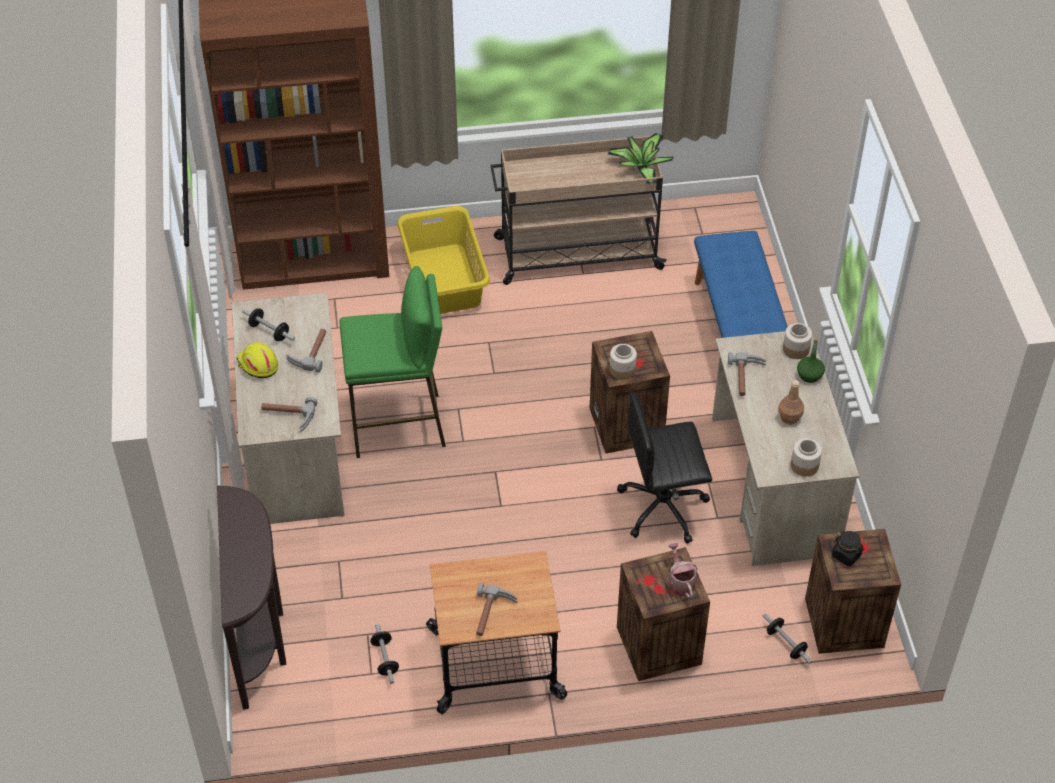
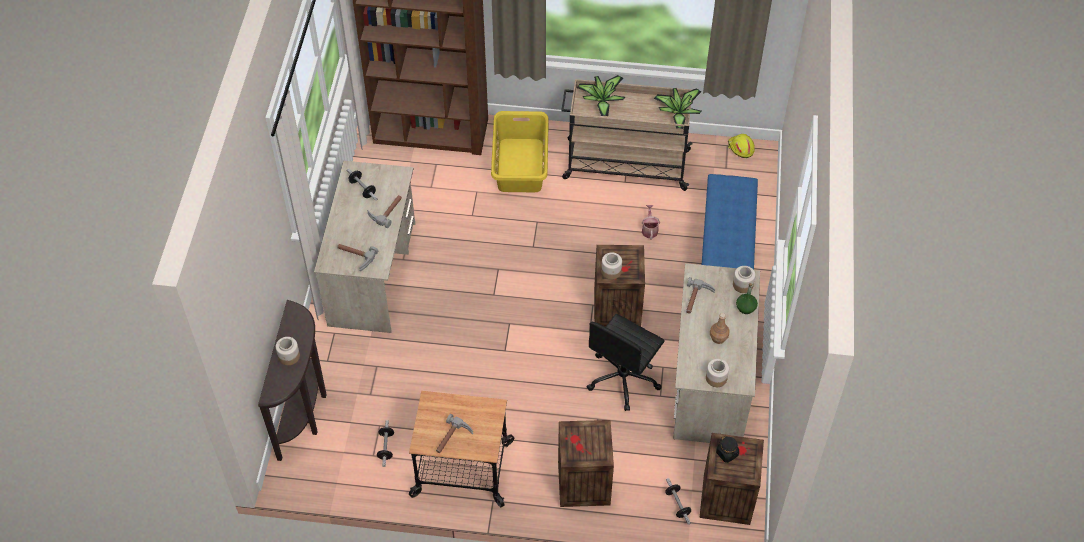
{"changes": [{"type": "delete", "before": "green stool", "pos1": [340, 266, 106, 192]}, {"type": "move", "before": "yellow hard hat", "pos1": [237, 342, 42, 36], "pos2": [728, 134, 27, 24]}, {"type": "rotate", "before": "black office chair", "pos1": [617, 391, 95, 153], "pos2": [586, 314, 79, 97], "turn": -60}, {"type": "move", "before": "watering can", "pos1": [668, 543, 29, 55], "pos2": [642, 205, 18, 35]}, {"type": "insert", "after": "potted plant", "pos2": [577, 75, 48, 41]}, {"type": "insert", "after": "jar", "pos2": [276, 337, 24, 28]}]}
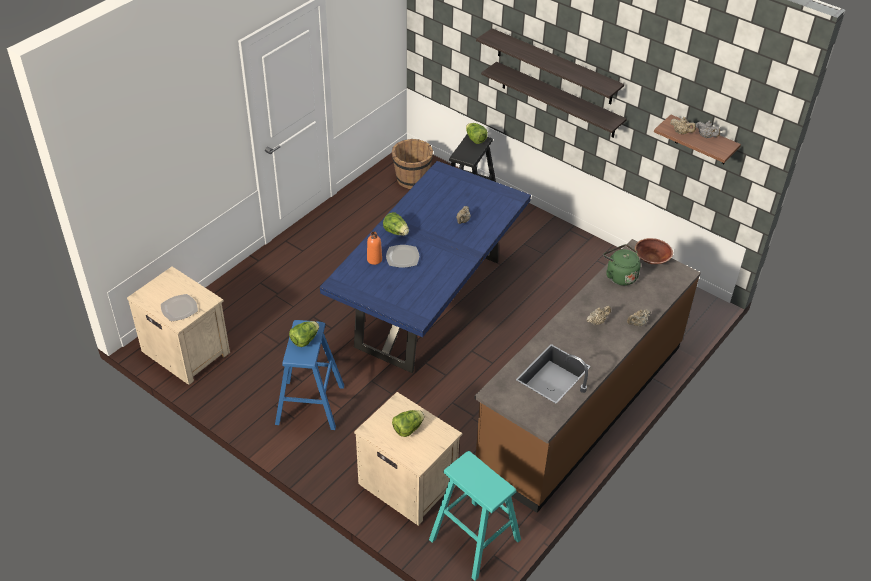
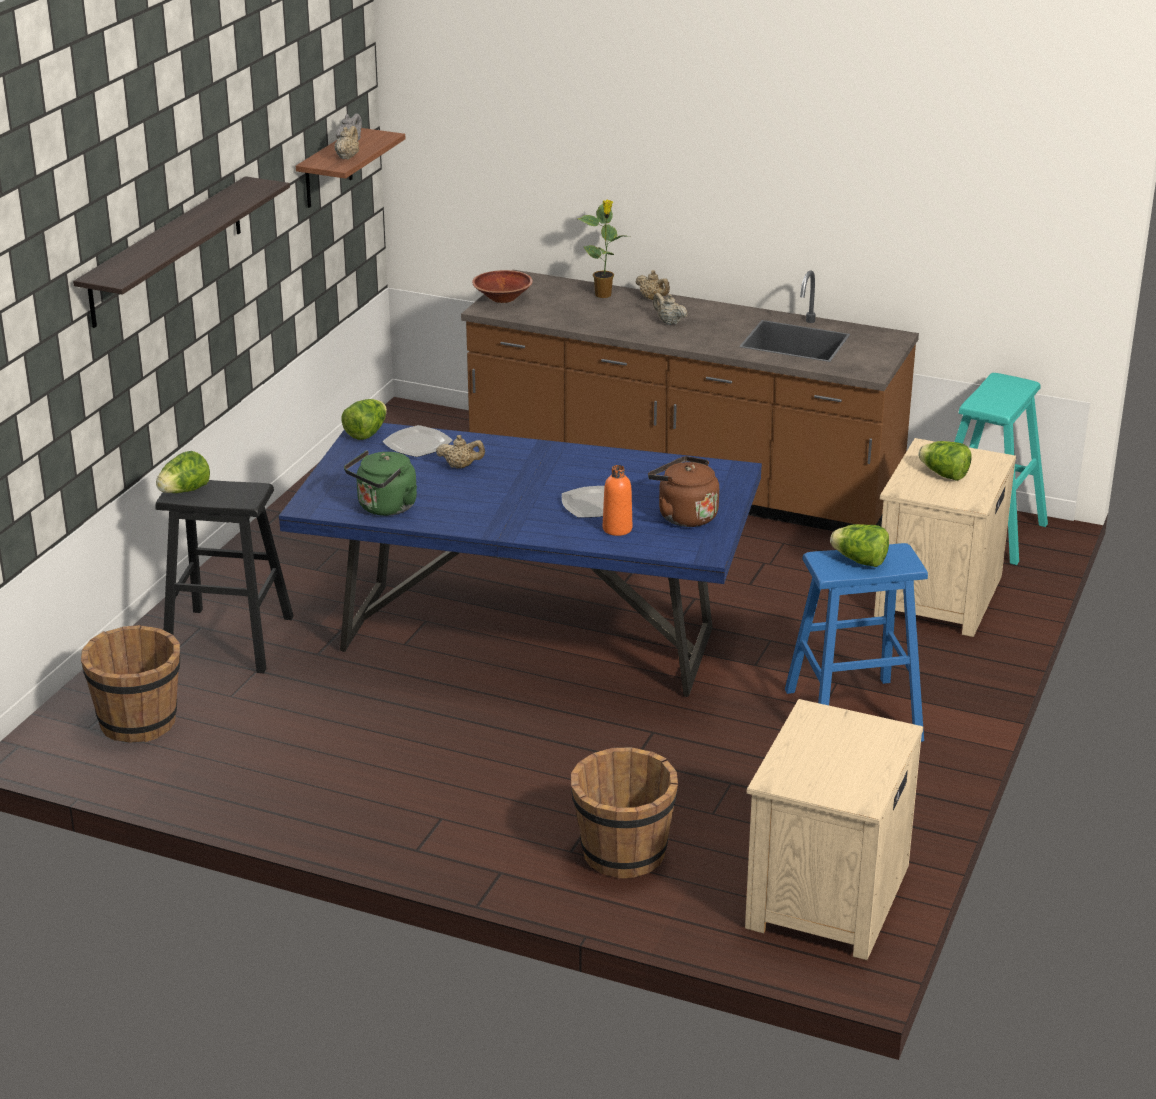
{"changes": [{"type": "delete", "before": "shelf", "pos1": [481, 62, 146, 76]}, {"type": "move", "before": "lettuce", "pos1": [383, 212, 26, 24], "pos2": [341, 399, 46, 41]}, {"type": "move", "before": "green kettle", "pos1": [603, 244, 38, 42], "pos2": [344, 450, 73, 66]}, {"type": "move", "before": "plate", "pos1": [161, 294, 37, 27], "pos2": [382, 425, 71, 32]}, {"type": "insert", "after": "potted plant", "pos2": [578, 200, 51, 98]}, {"type": "insert", "after": "brown kettle", "pos2": [648, 456, 71, 71]}, {"type": "insert", "after": "brown bucket", "pos2": [571, 747, 107, 131]}]}
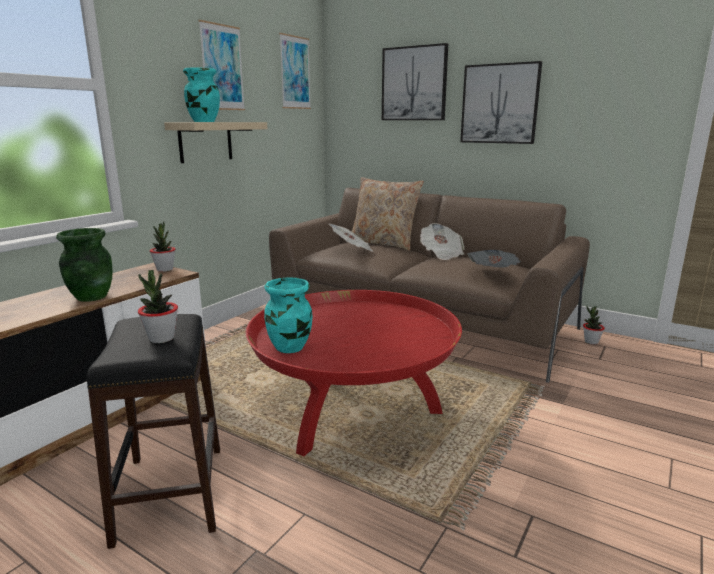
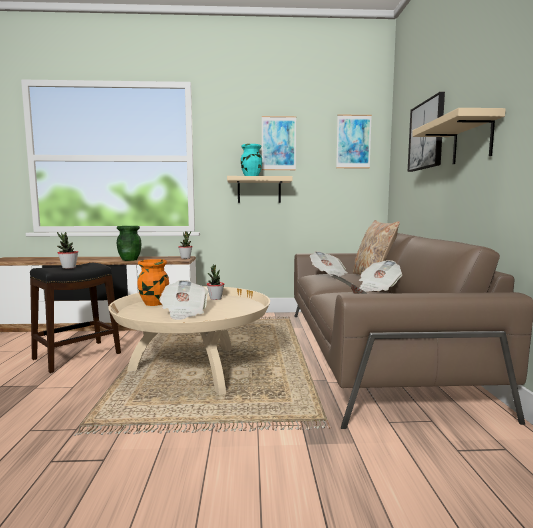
{"changes": [{"type": "replace", "before": "picture", "after": "beige shelf", "pos1": [460, 61, 82, 83], "pos2": [412, 108, 94, 56]}, {"type": "recolor", "before": "turquoise vase", "after": "orange vase", "pos1": [264, 277, 49, 76], "pos2": [138, 259, 31, 47]}, {"type": "recolor", "before": "red coffee table", "after": "beige coffee table", "pos1": [246, 290, 216, 166], "pos2": [108, 286, 162, 109]}, {"type": "move", "before": "potted plant", "pos1": [583, 306, 22, 39], "pos2": [207, 264, 17, 36]}, {"type": "insert", "after": "newspaper", "pos2": [159, 280, 49, 40]}]}
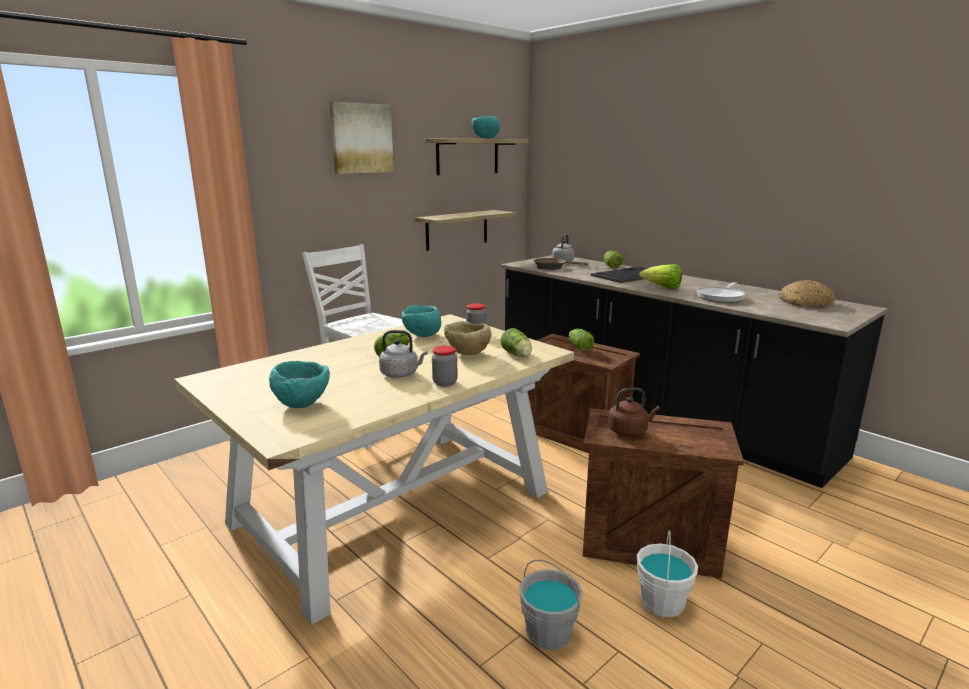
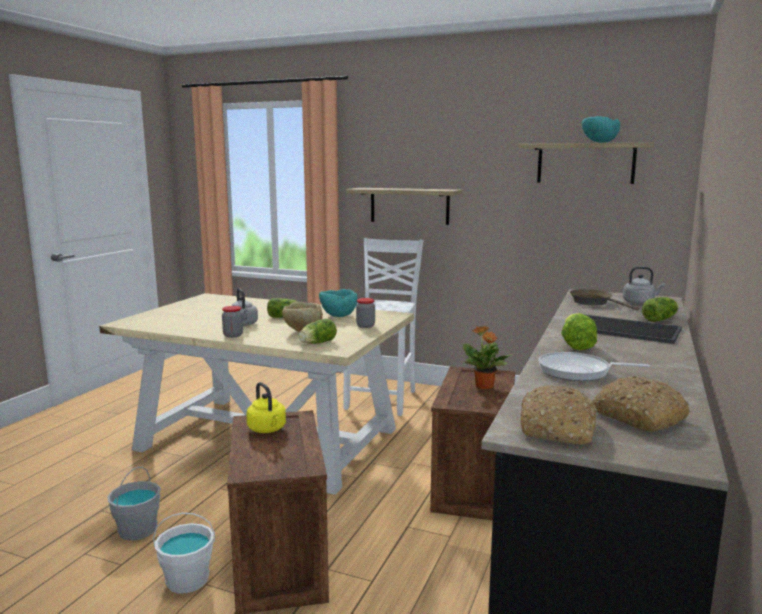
{"changes": [{"type": "delete", "before": "picture", "pos1": [330, 102, 64, 72]}, {"type": "move", "before": "shelf", "pos1": [415, 210, 102, 41], "pos2": [346, 188, 117, 37]}, {"type": "replace", "before": "lettuce", "after": "potted plant", "pos1": [569, 329, 25, 22], "pos2": [463, 326, 50, 63]}, {"type": "delete", "before": "turquoise bowl", "pos1": [269, 361, 61, 47]}, {"type": "recolor", "before": "brown kettle", "after": "yellow kettle", "pos1": [608, 388, 52, 49], "pos2": [246, 382, 40, 51]}, {"type": "insert", "after": "bread", "pos2": [520, 385, 77, 60]}]}
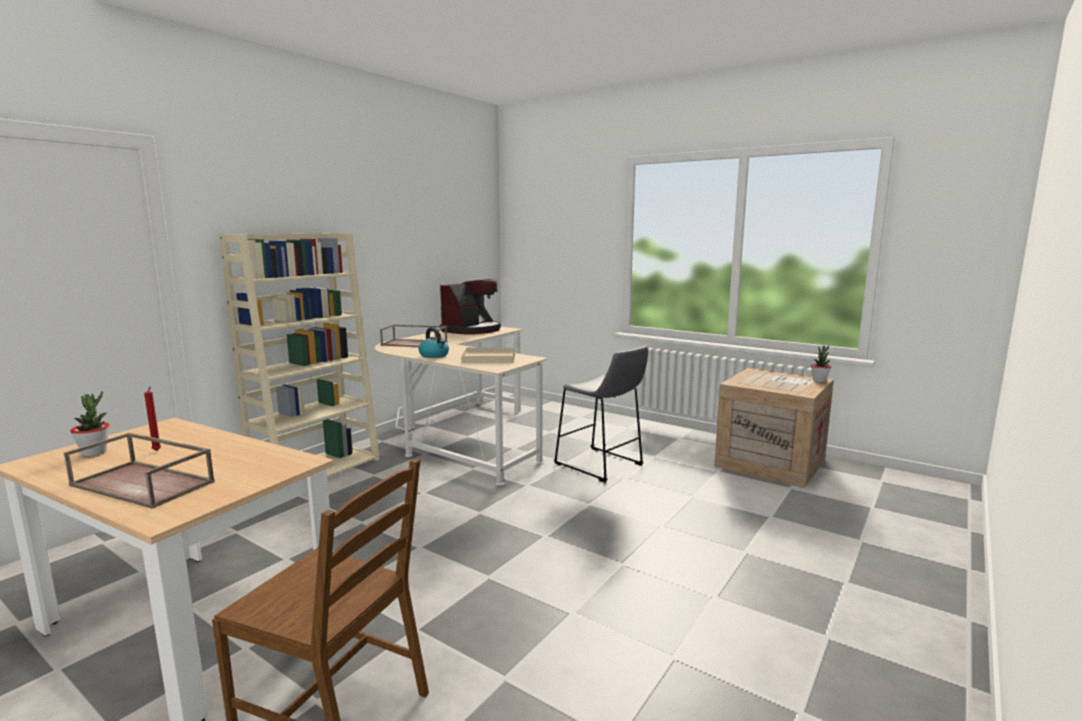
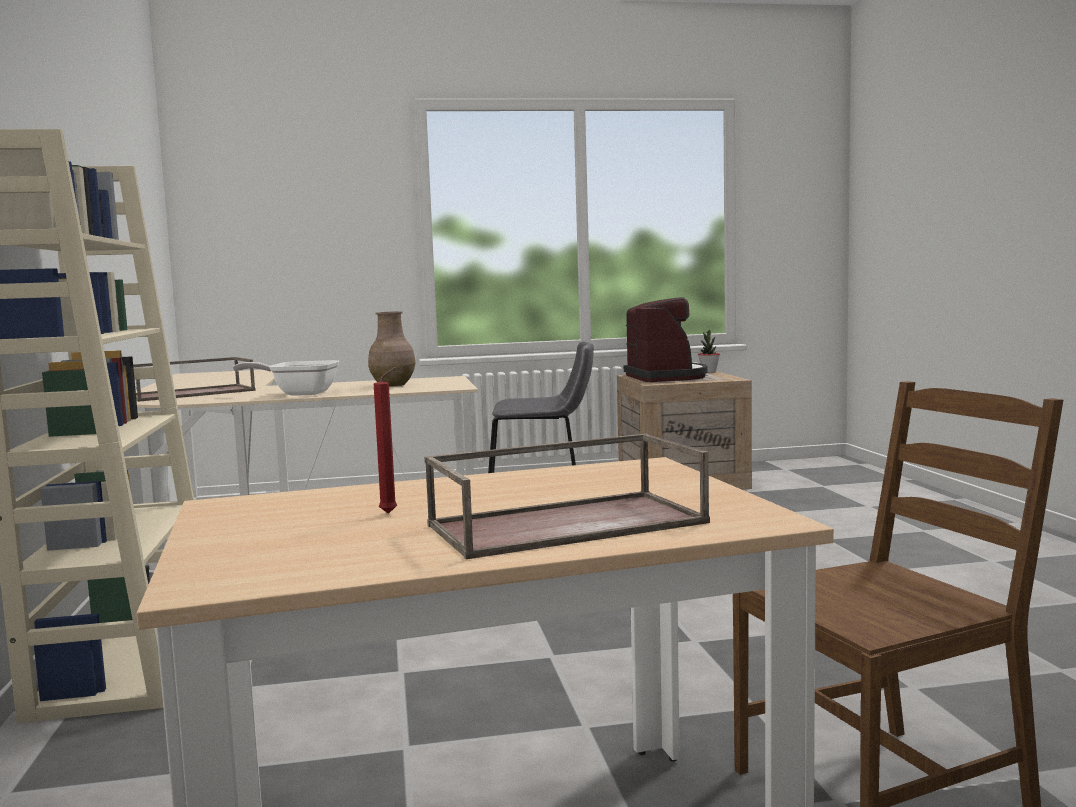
{"changes": [{"type": "move", "before": "coffee machine", "pos1": [440, 279, 61, 56], "pos2": [624, 297, 84, 85]}, {"type": "replace", "before": "kettle", "after": "frying pan", "pos1": [419, 327, 30, 31], "pos2": [233, 360, 106, 36]}, {"type": "replace", "before": "beige tray", "after": "brown vase", "pos1": [461, 348, 54, 15], "pos2": [368, 311, 47, 76]}, {"type": "delete", "before": "potted plant", "pos1": [70, 392, 40, 64]}]}
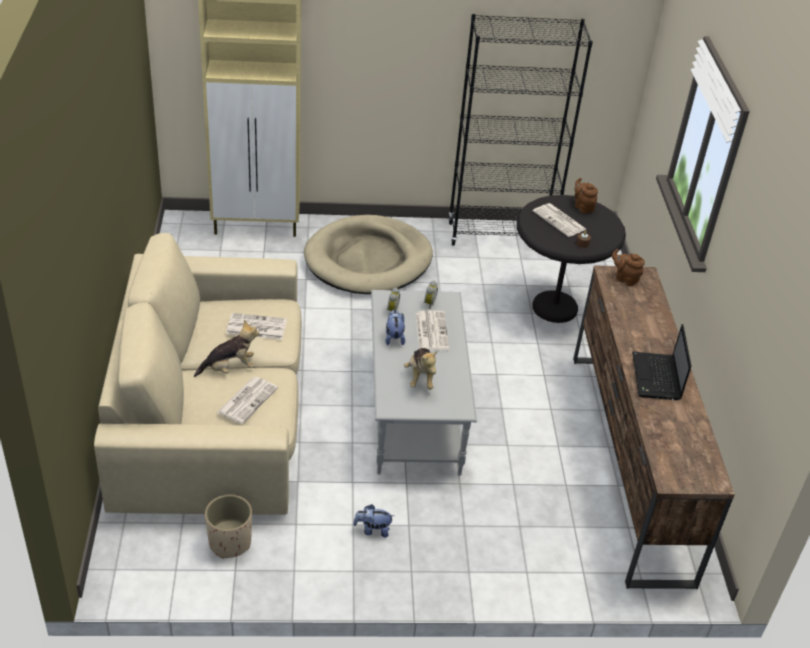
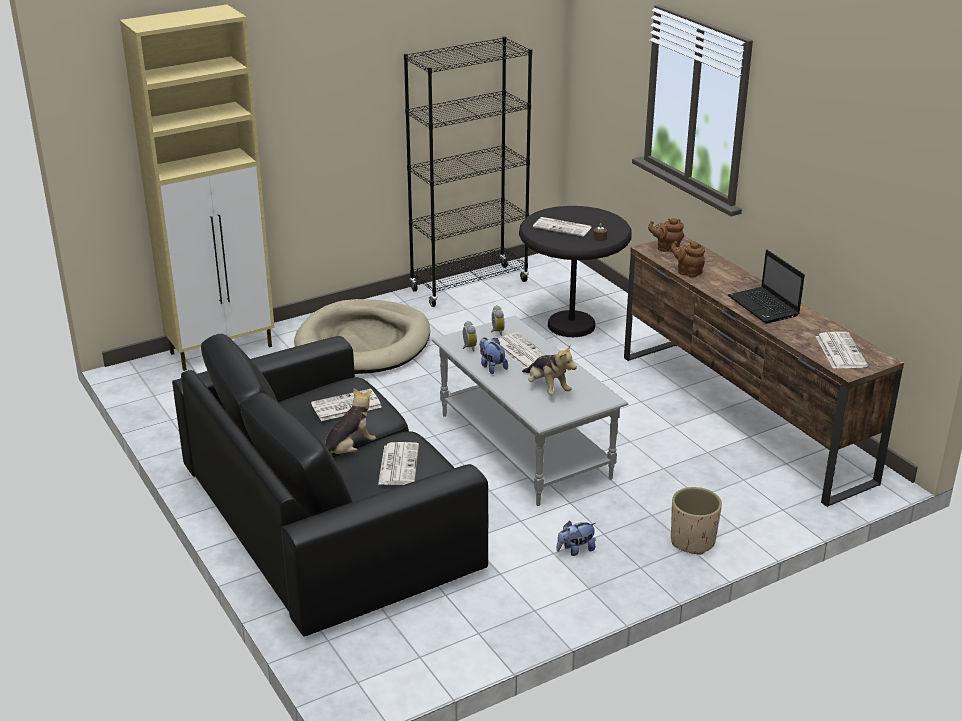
{"changes": [{"type": "move", "before": "brown teapot", "pos1": [574, 178, 24, 35], "pos2": [671, 241, 34, 37]}, {"type": "recolor", "before": "beige sofa", "after": "black sofa", "pos1": [94, 233, 208, 282], "pos2": [172, 334, 316, 302]}, {"type": "move", "before": "beige planter", "pos1": [205, 494, 47, 65], "pos2": [671, 487, 51, 68]}, {"type": "insert", "after": "newspaper", "pos2": [816, 332, 52, 37]}]}
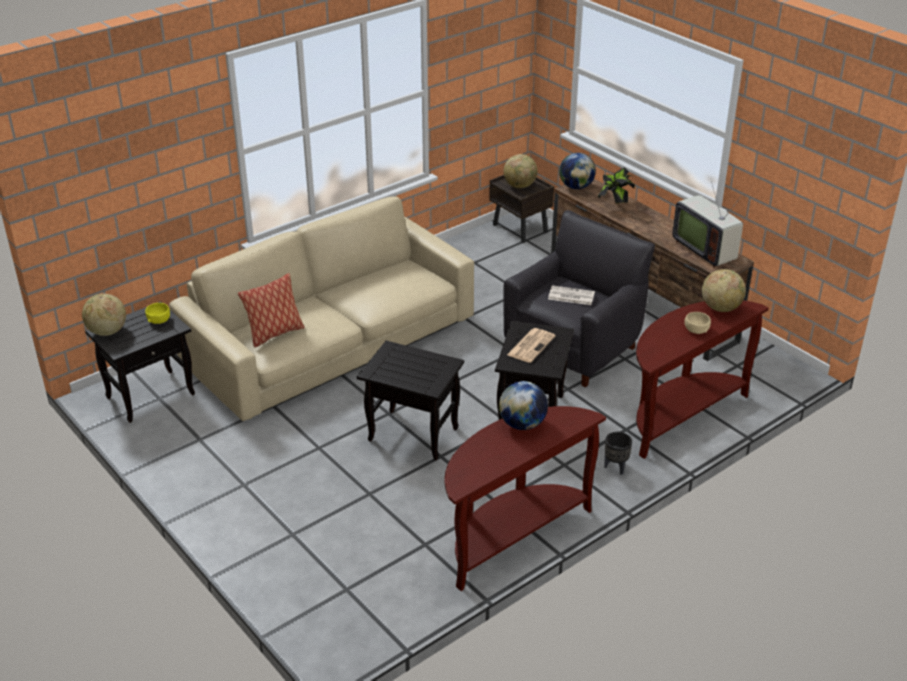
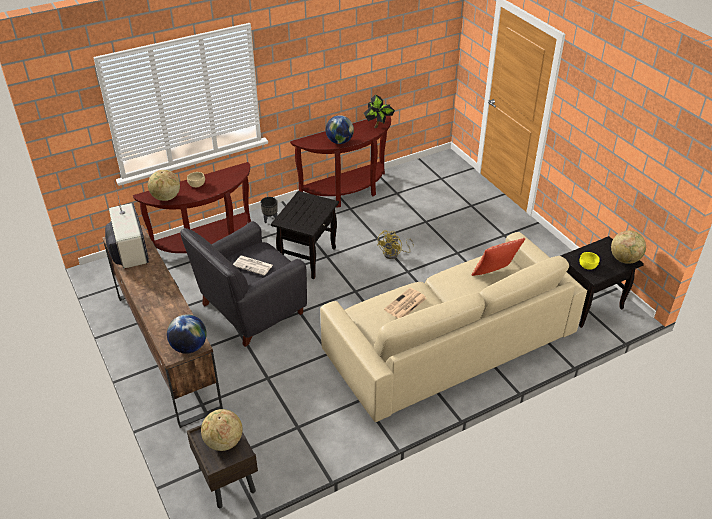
{"changes": [{"type": "move", "before": "potted plant", "pos1": [598, 167, 37, 37], "pos2": [364, 95, 31, 33]}, {"type": "move", "before": "newspaper", "pos1": [507, 328, 49, 35], "pos2": [384, 288, 43, 30]}, {"type": "replace", "before": "black side table", "after": "yellow fan", "pos1": [357, 341, 107, 119], "pos2": [377, 230, 37, 29]}]}
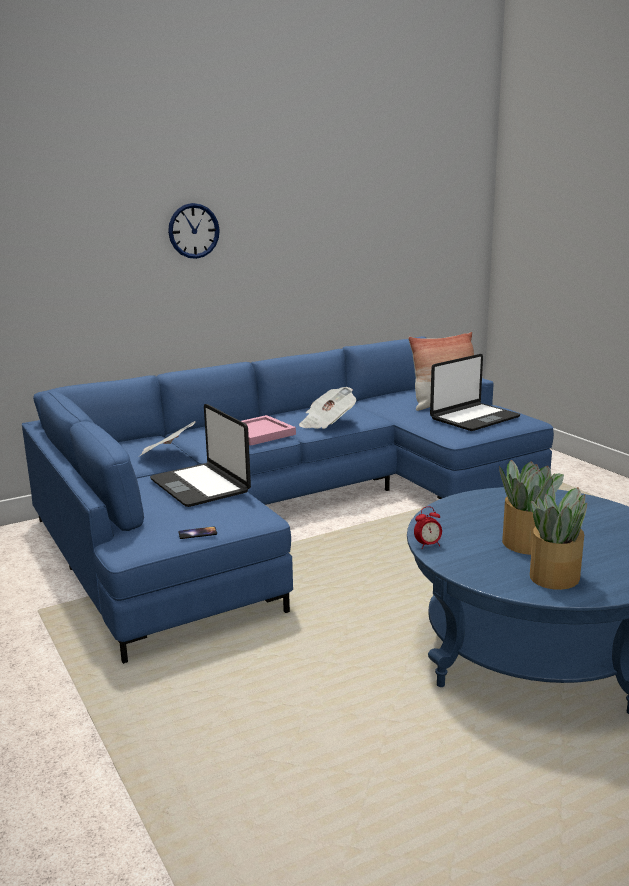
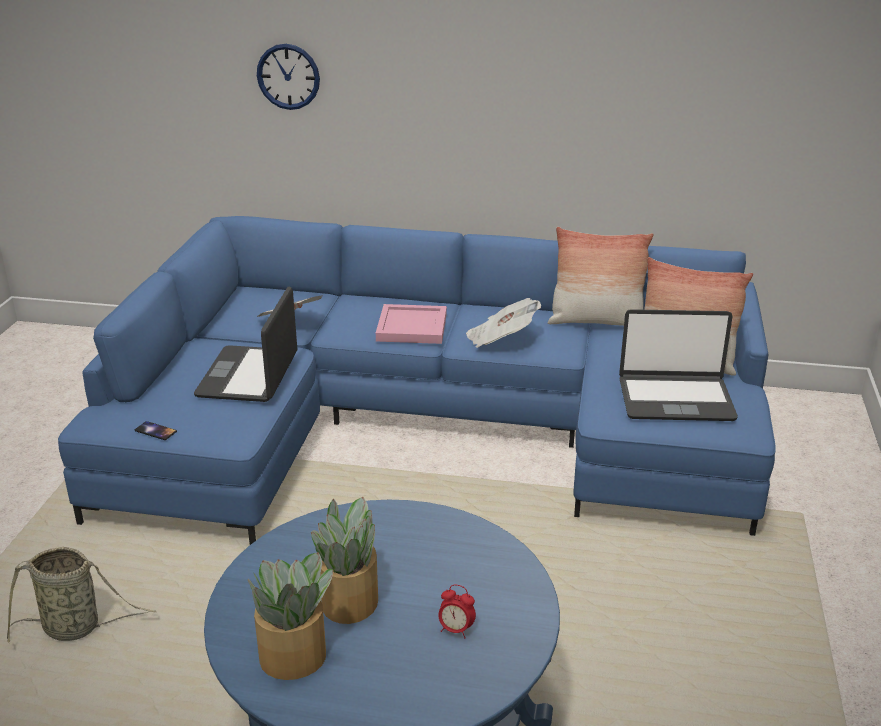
{"changes": [{"type": "move", "before": "wall clock", "pos1": [168, 203, 52, 56], "pos2": [257, 44, 63, 66]}, {"type": "move", "before": "alarm clock", "pos1": [414, 506, 28, 43], "pos2": [438, 584, 38, 55]}, {"type": "insert", "after": "pillow", "pos2": [548, 227, 105, 99]}, {"type": "insert", "after": "basket", "pos2": [7, 547, 150, 96]}]}
